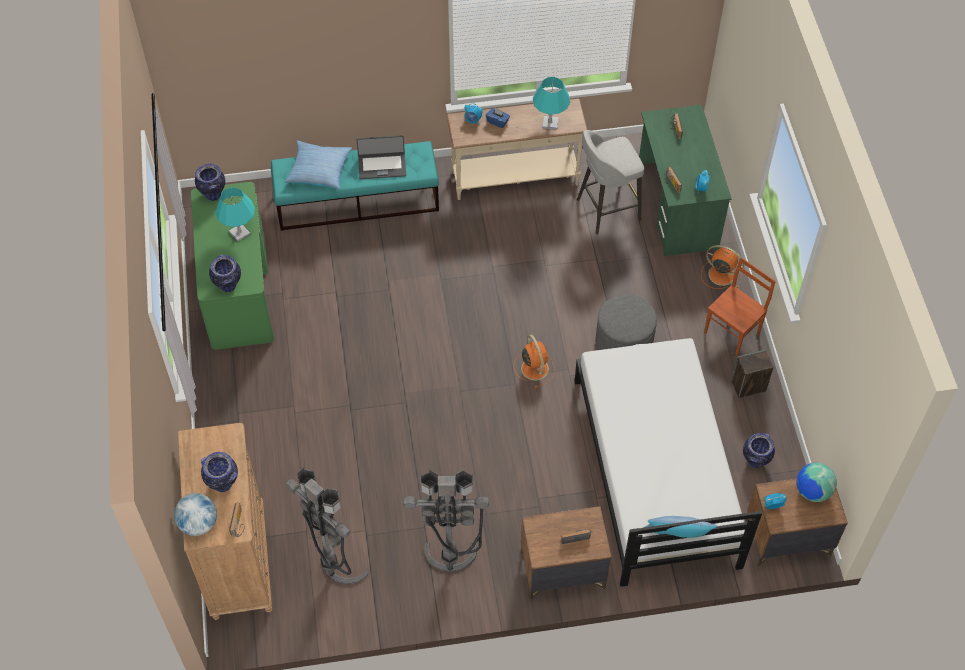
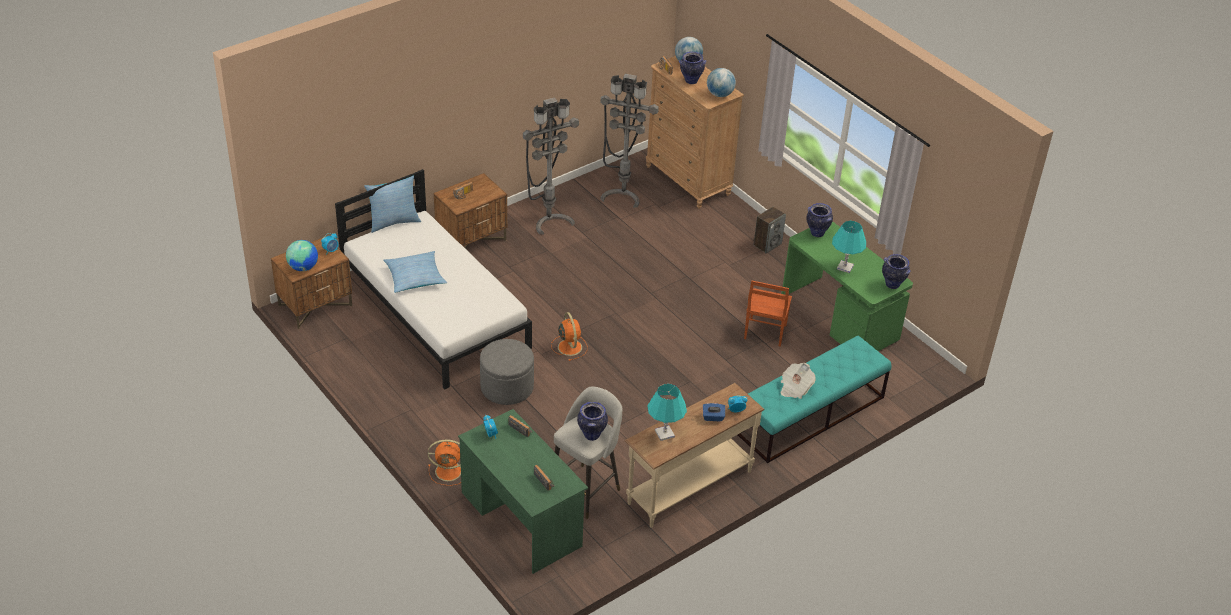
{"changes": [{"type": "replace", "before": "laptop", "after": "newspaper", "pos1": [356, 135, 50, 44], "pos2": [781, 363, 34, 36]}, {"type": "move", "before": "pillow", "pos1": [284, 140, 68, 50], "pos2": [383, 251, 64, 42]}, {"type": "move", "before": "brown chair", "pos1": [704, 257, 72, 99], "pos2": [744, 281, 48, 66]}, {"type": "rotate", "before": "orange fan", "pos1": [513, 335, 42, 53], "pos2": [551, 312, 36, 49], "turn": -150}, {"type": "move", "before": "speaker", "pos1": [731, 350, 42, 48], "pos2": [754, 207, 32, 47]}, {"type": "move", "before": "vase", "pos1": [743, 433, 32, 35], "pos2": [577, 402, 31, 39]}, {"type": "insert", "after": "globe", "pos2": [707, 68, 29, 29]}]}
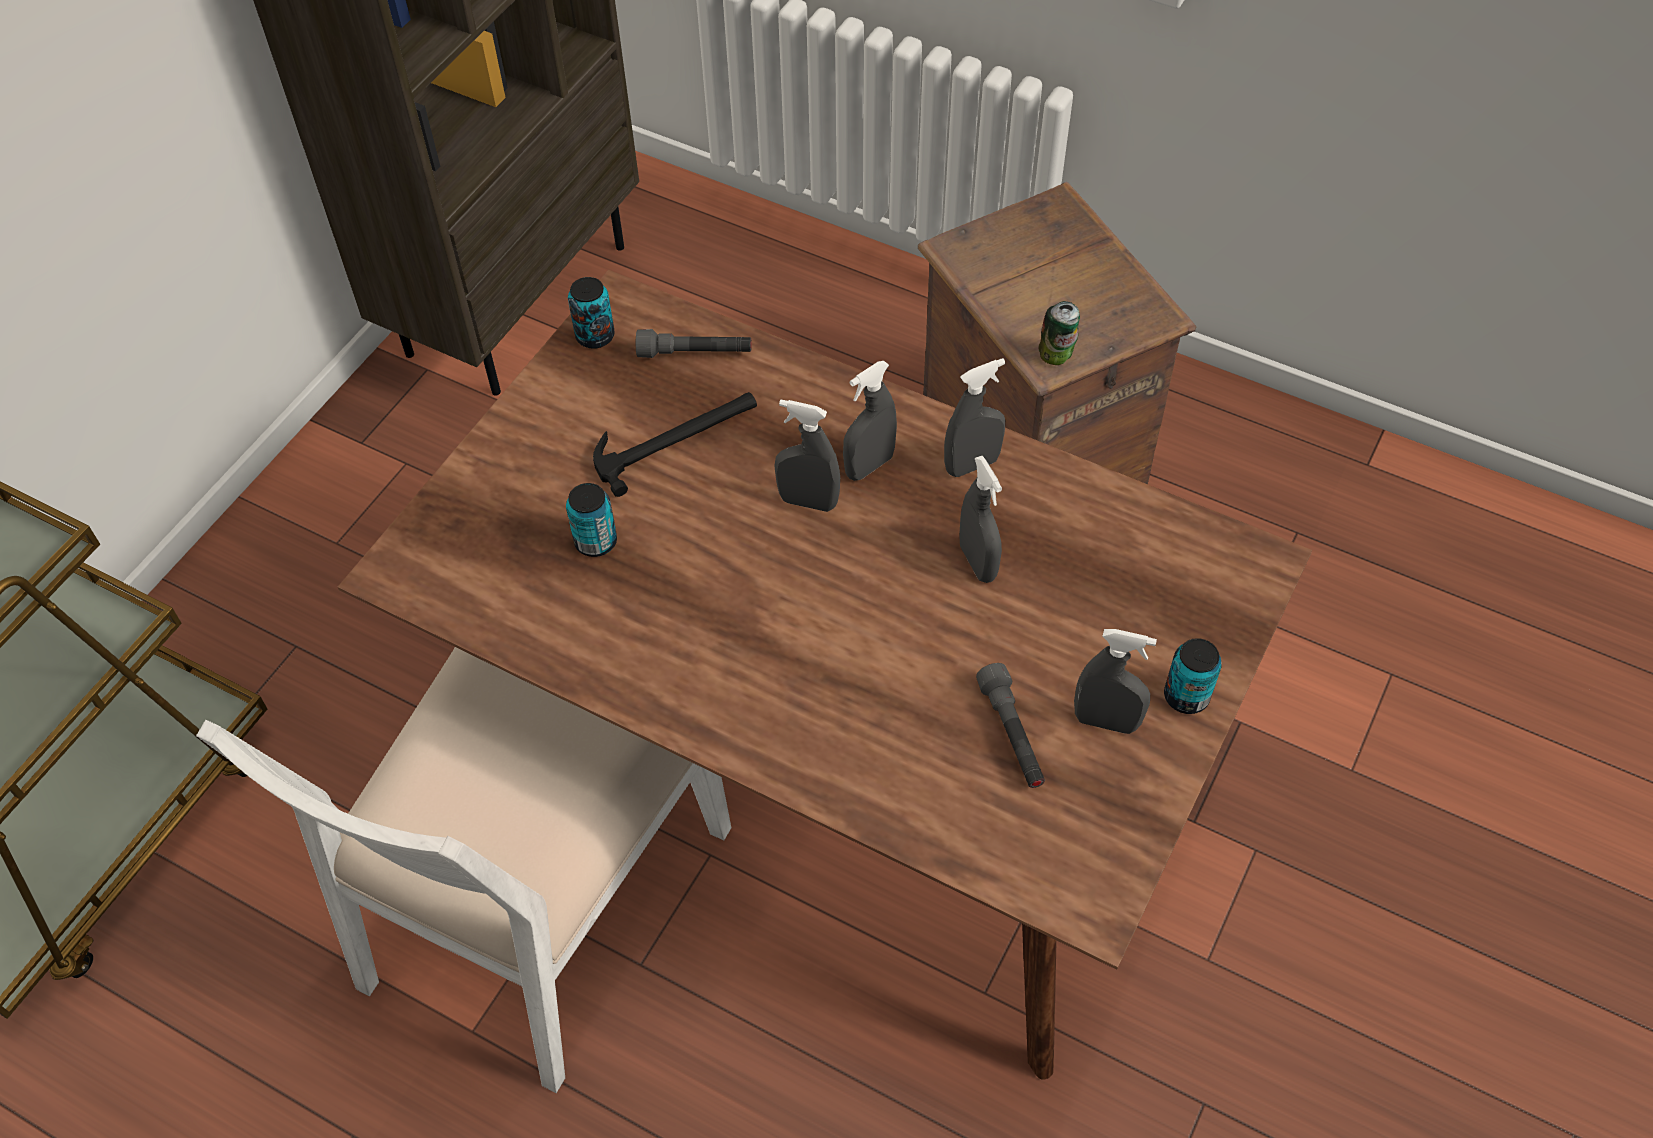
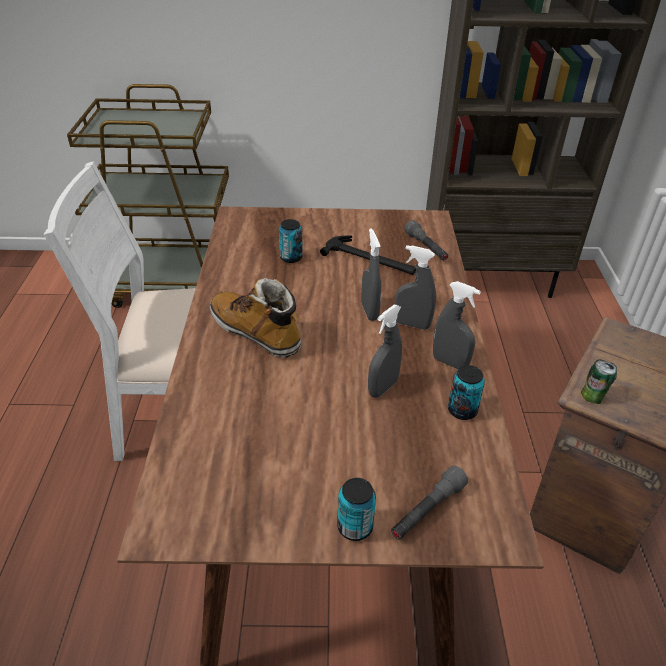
{"changes": [{"type": "move", "before": "can", "pos1": [568, 277, 47, 72], "pos2": [448, 365, 37, 55]}, {"type": "delete", "before": "grey spray bottle", "pos1": [1074, 629, 83, 105]}, {"type": "move", "before": "grey flashlight", "pos1": [976, 663, 69, 125], "pos2": [391, 466, 77, 73]}, {"type": "insert", "after": "boot", "pos2": [210, 278, 91, 80]}]}
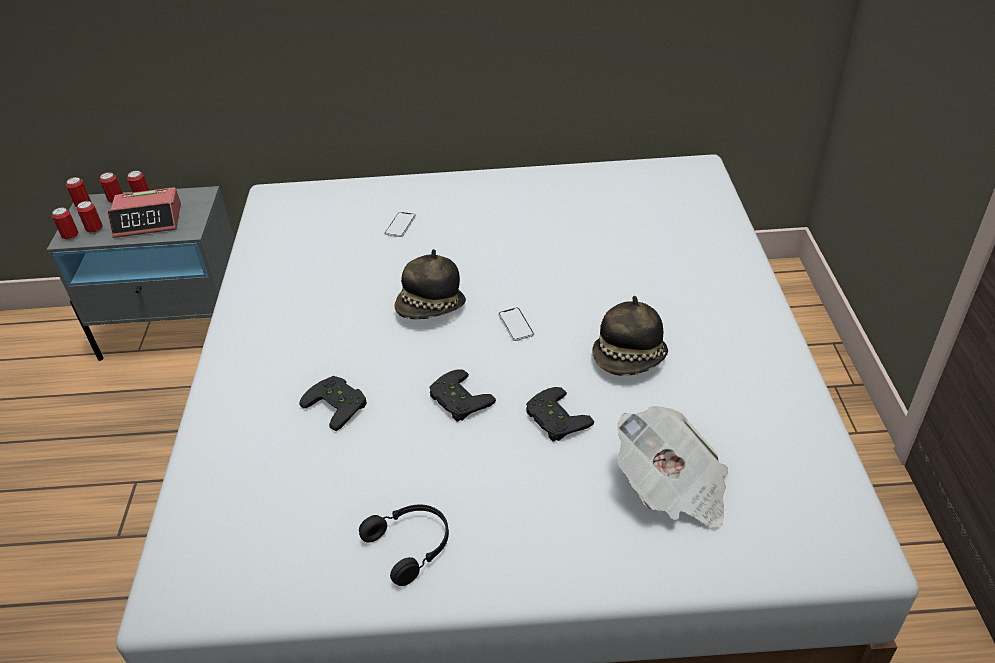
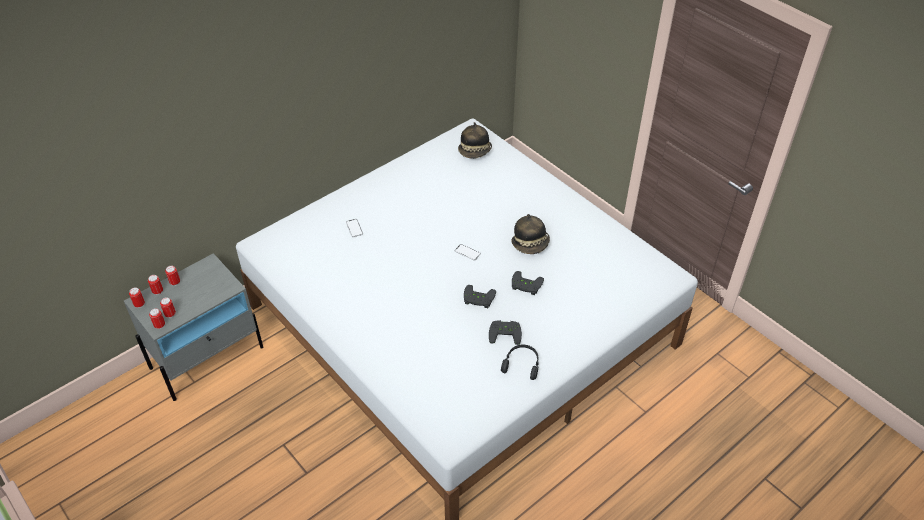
{"changes": [{"type": "delete", "before": "alarm clock", "pos1": [107, 187, 74, 51]}, {"type": "move", "before": "hat", "pos1": [394, 249, 72, 70], "pos2": [458, 122, 34, 37]}, {"type": "move", "before": "black game controller", "pos1": [300, 376, 67, 55], "pos2": [489, 320, 33, 25]}, {"type": "delete", "before": "newspaper", "pos1": [617, 406, 111, 122]}]}
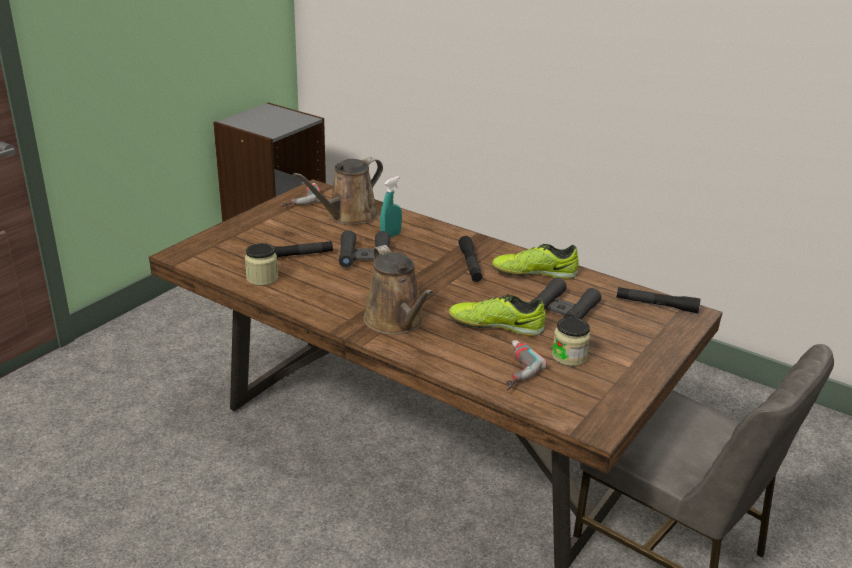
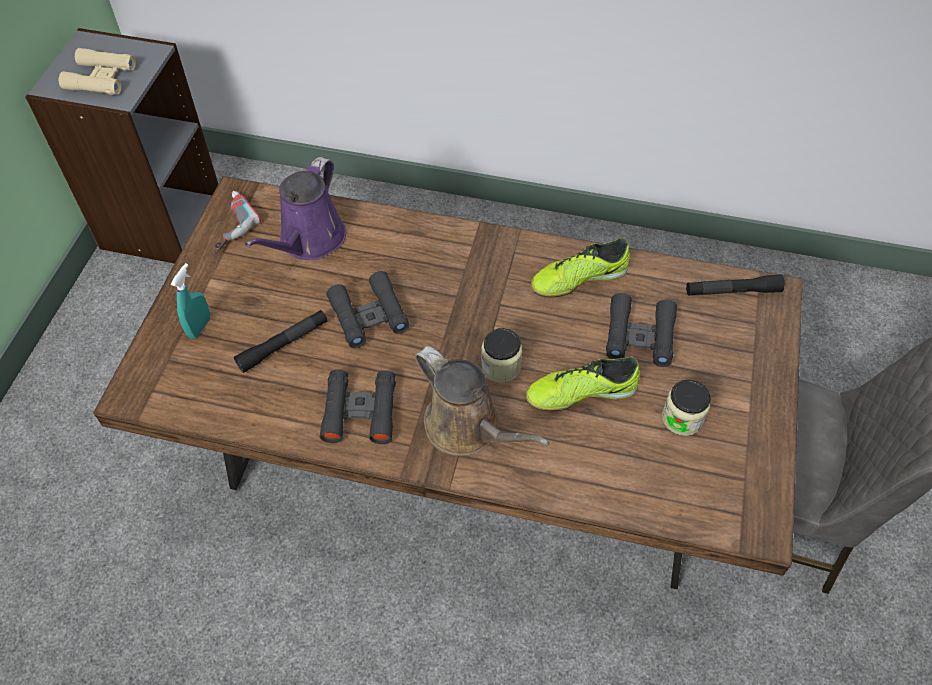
{"changes": [{"type": "recolor", "before": "brown watering can", "after": "purple watering can", "pos1": [293, 158, 90, 67], "pos2": [245, 157, 101, 103]}, {"type": "move", "before": "turquoise spray bottle", "pos1": [380, 176, 22, 62], "pos2": [171, 263, 39, 76]}, {"type": "delete", "before": "black flashlight", "pos1": [459, 236, 23, 46]}, {"type": "move", "before": "jar", "pos1": [245, 243, 33, 43], "pos2": [481, 328, 41, 55]}, {"type": "delete", "before": "power drill", "pos1": [506, 340, 41, 50]}, {"type": "insert", "after": "beige binoculars", "pos2": [59, 48, 77, 47]}, {"type": "insert", "after": "black binoculars", "pos2": [320, 369, 76, 75]}]}
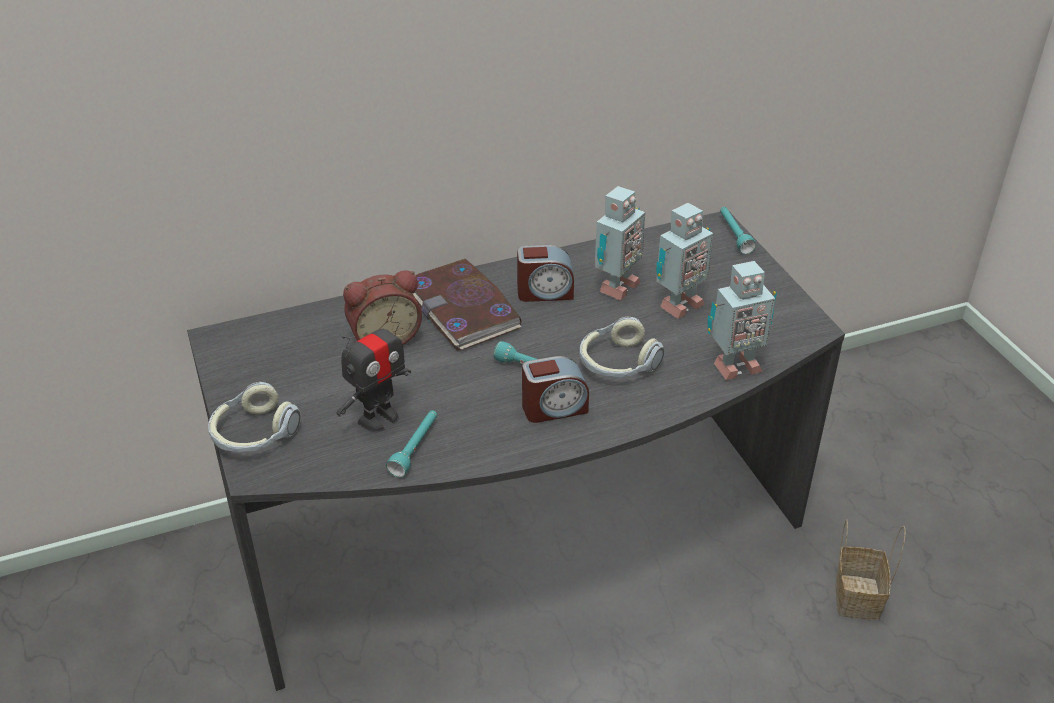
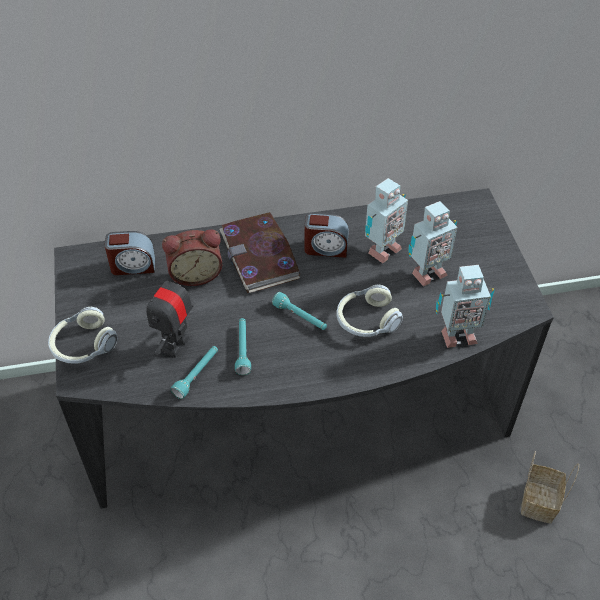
{"changes": [{"type": "move", "before": "turquoise flashlight", "pos1": [720, 207, 36, 47], "pos2": [235, 318, 16, 57]}, {"type": "rotate", "before": "toy robot", "pos1": [336, 310, 75, 122], "pos2": [146, 265, 47, 93], "turn": 150}, {"type": "move", "before": "alarm clock", "pos1": [522, 356, 67, 67], "pos2": [105, 231, 50, 44]}]}
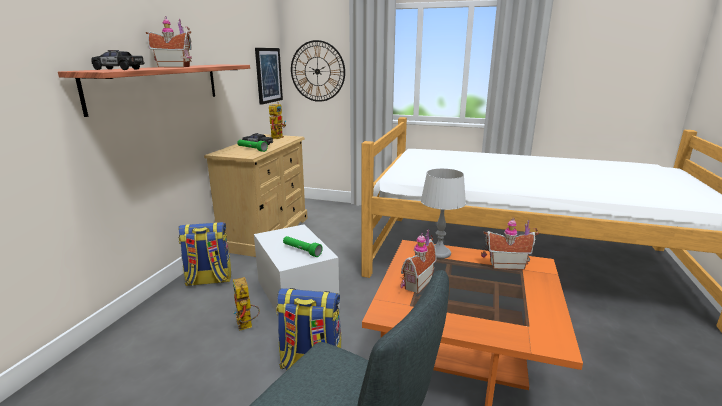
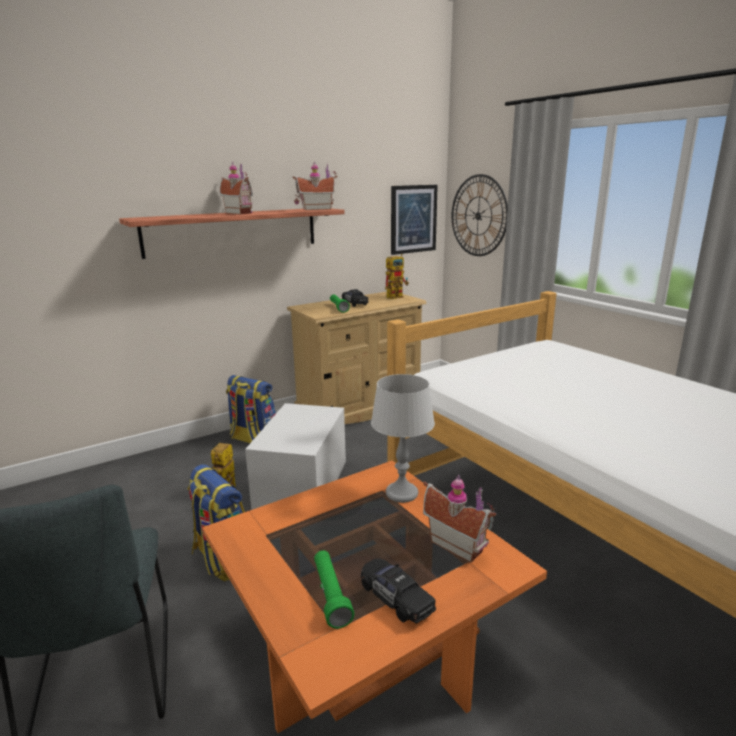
{"changes": [{"type": "move", "before": "black toy car", "pos1": [91, 50, 54, 20], "pos2": [361, 558, 75, 66]}, {"type": "move", "before": "toy house", "pos1": [400, 229, 36, 65], "pos2": [293, 161, 44, 49]}, {"type": "move", "before": "green flashlight", "pos1": [283, 236, 40, 21], "pos2": [314, 550, 40, 79]}]}
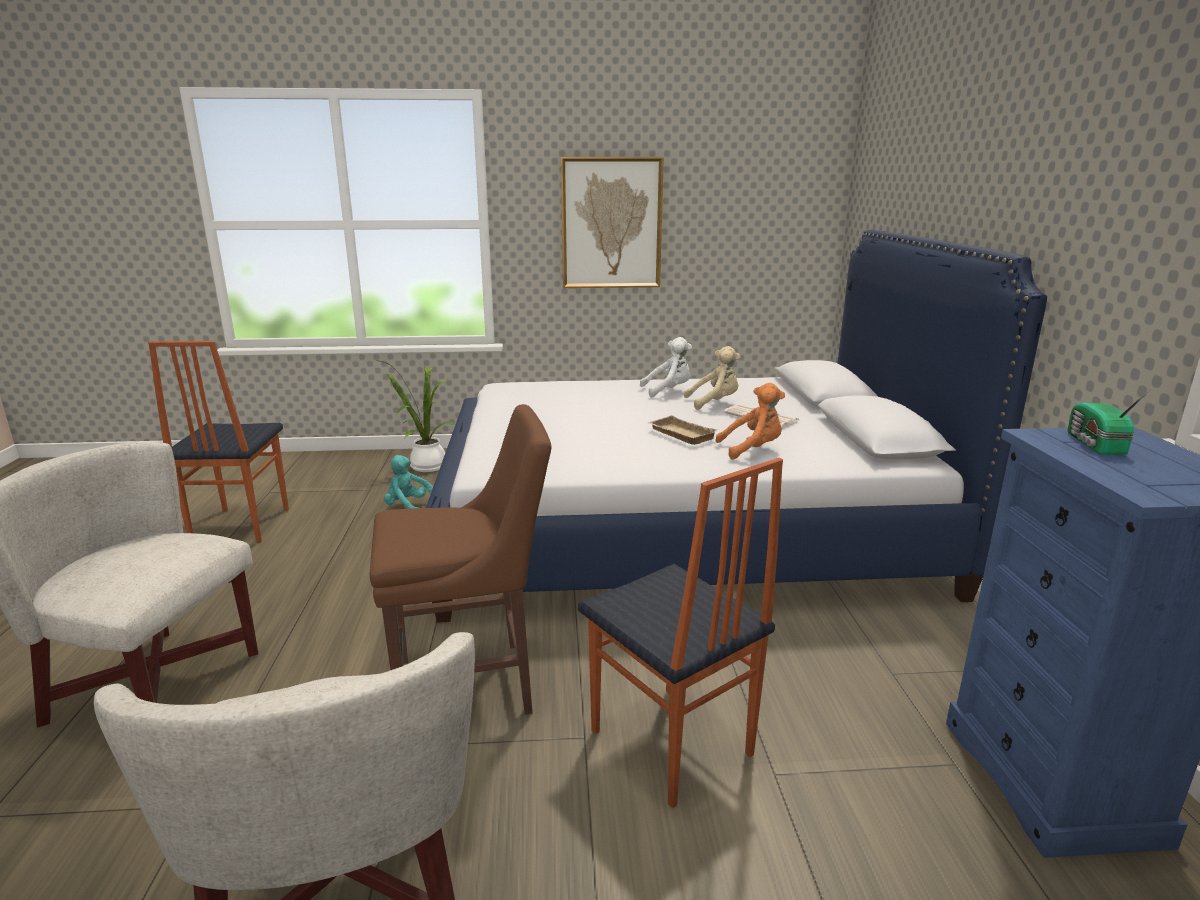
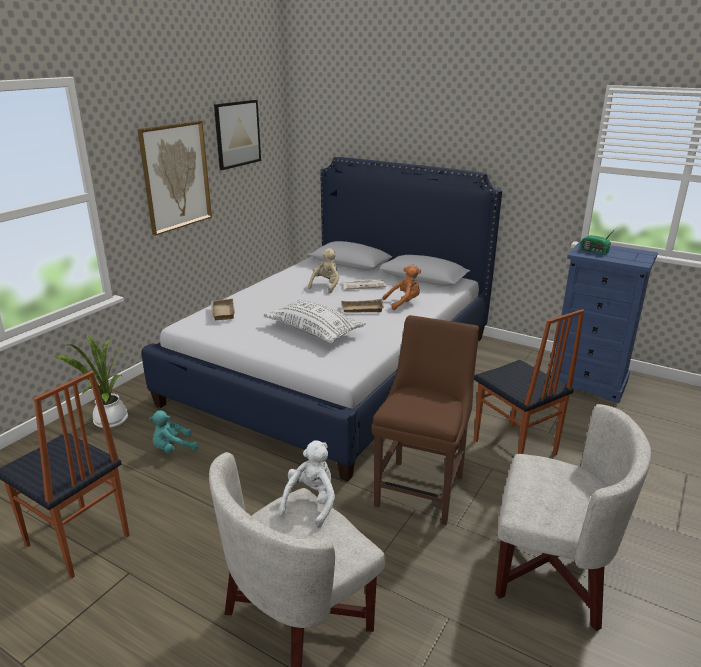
{"changes": [{"type": "move", "before": "white plush toy", "pos1": [640, 337, 52, 60], "pos2": [279, 440, 56, 88]}, {"type": "rotate", "before": "orange plush toy", "pos1": [715, 383, 70, 77], "pos2": [382, 265, 39, 45], "turn": 45}, {"type": "rotate", "before": "chair", "pos1": [578, 458, 205, 350], "pos2": [474, 309, 110, 147], "turn": 60}, {"type": "insert", "after": "picture", "pos2": [214, 100, 47, 70]}, {"type": "insert", "after": "beige tray", "pos2": [211, 299, 24, 21]}, {"type": "insert", "after": "white pillow", "pos2": [263, 300, 103, 43]}]}
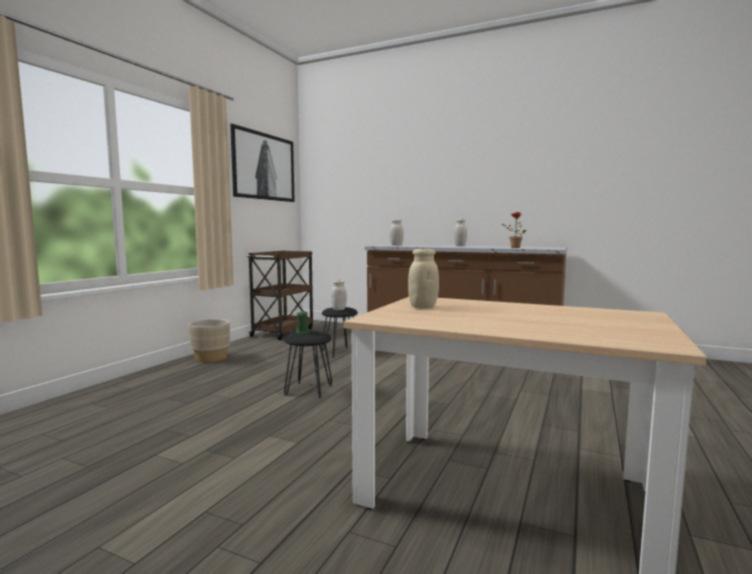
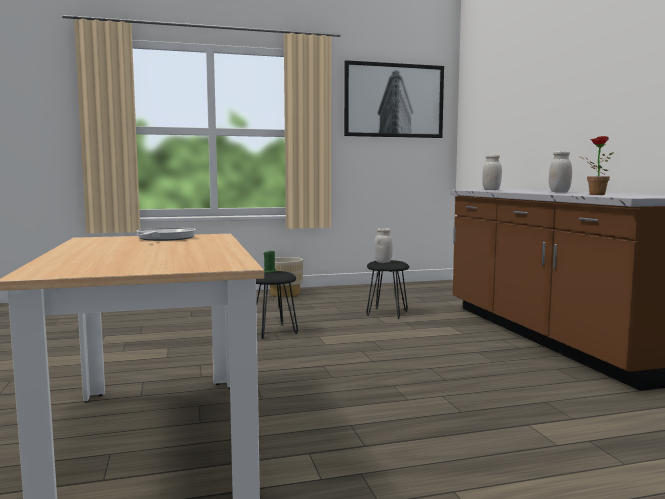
{"changes": [{"type": "replace", "before": "beige jar", "after": "frying pan", "pos1": [408, 249, 31, 59], "pos2": [136, 227, 60, 14]}, {"type": "delete", "before": "brown cart", "pos1": [247, 251, 66, 89]}]}
